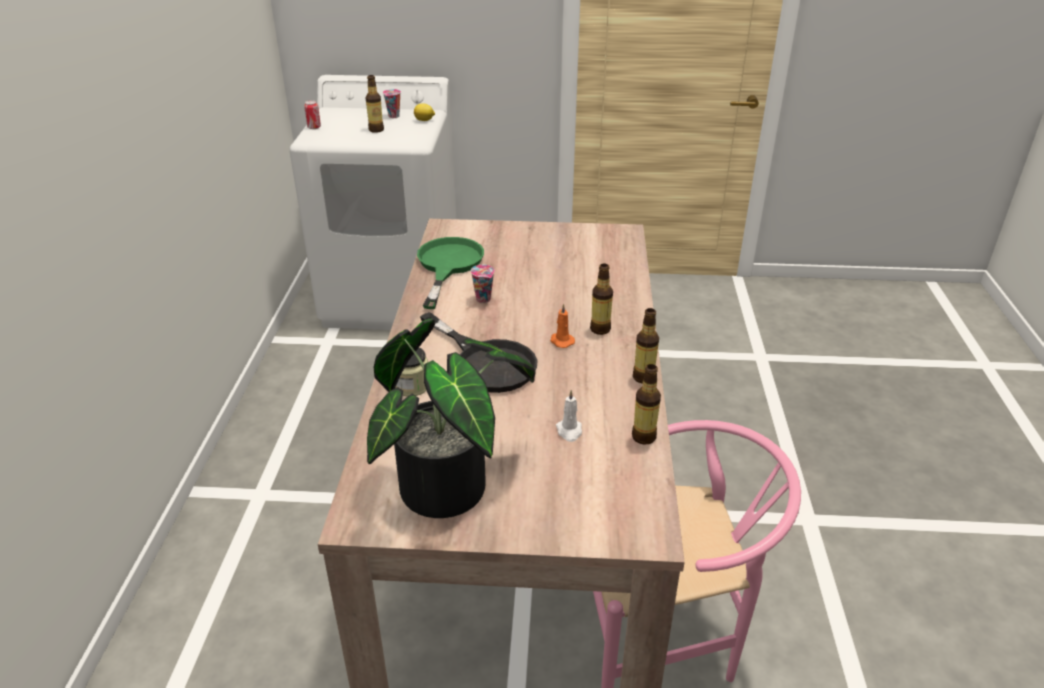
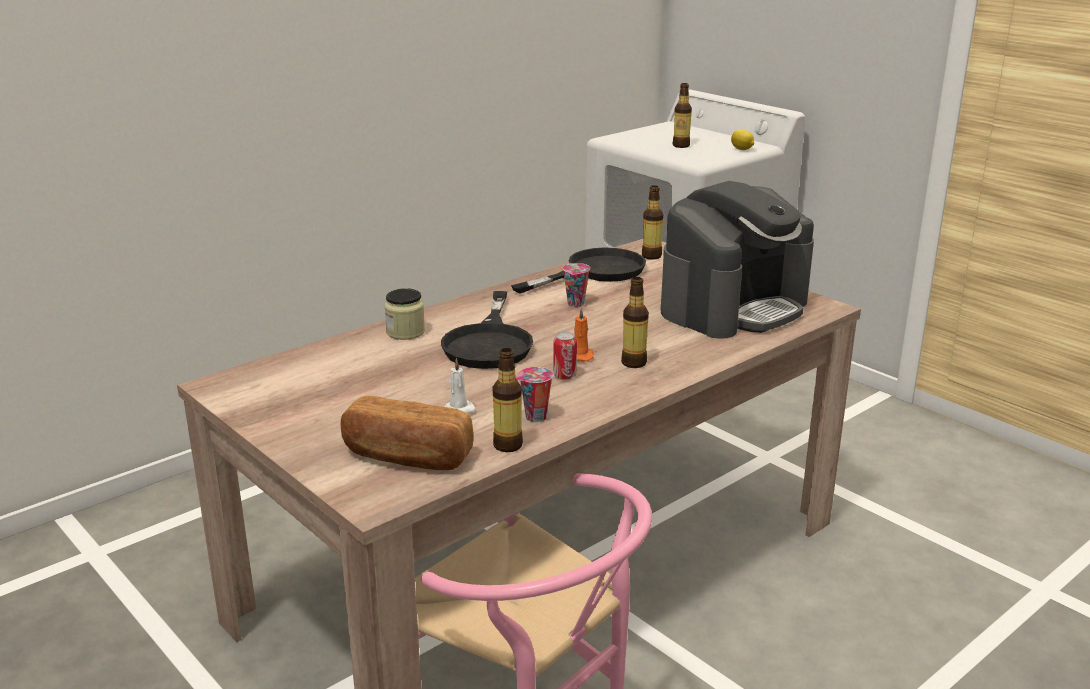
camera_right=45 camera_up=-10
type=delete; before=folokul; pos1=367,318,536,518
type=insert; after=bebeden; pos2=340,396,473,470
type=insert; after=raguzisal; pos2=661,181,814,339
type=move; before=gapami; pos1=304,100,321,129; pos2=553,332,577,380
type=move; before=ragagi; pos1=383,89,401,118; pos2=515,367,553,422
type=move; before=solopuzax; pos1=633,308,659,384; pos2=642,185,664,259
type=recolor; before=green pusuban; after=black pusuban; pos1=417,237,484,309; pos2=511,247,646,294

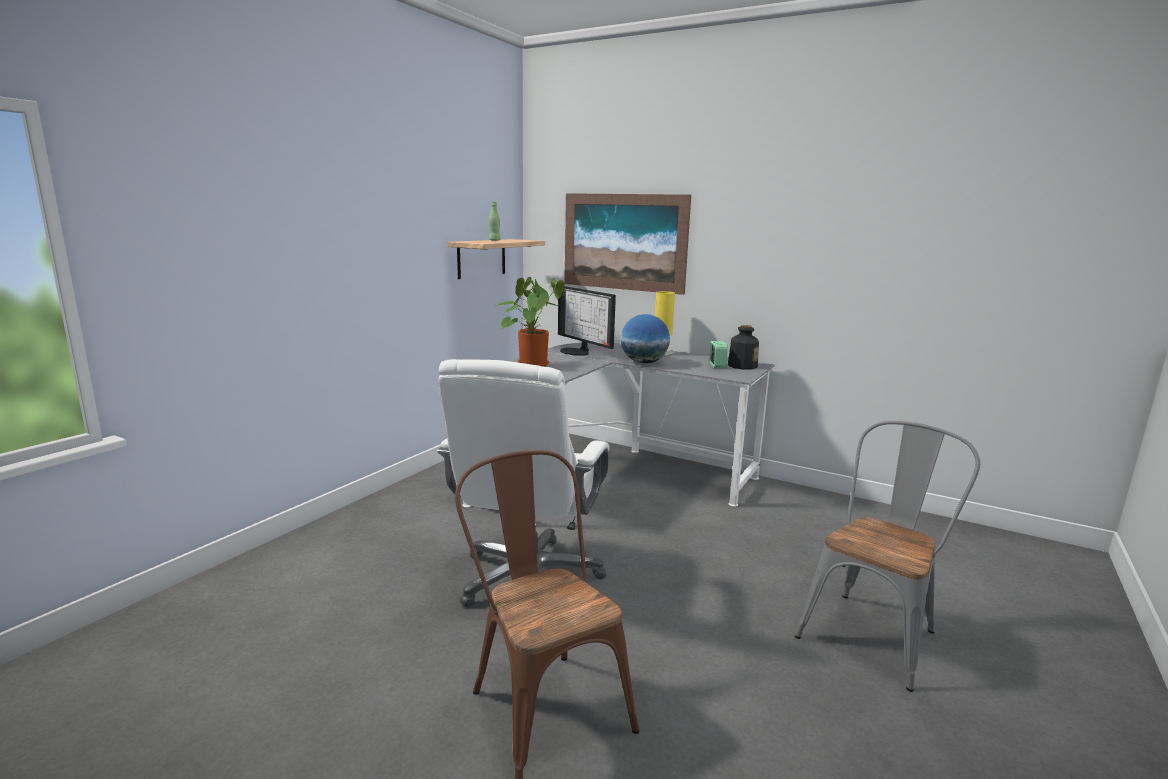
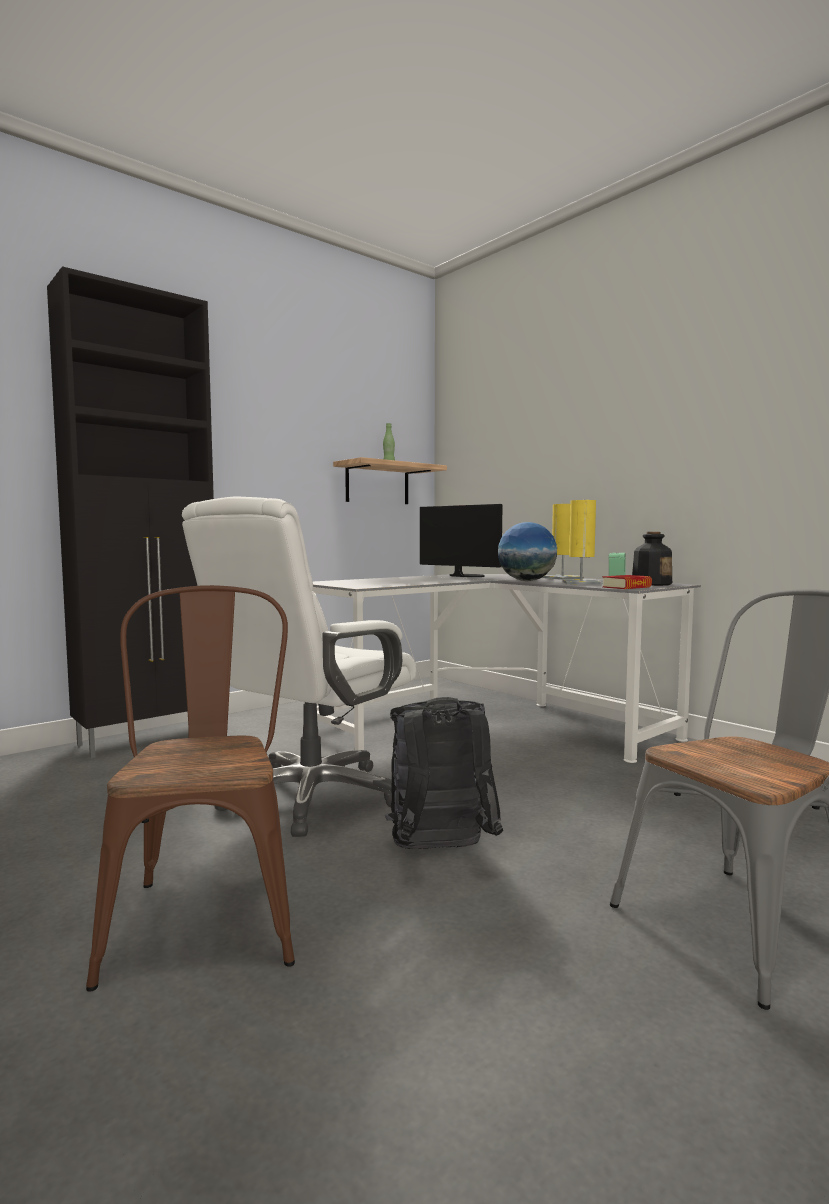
camera_right=20 camera_up=-10
type=delete; before=folokul; pos1=496,277,565,367
type=delete; before=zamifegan; pos1=565,193,691,295
type=insert; after=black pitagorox; pos2=47,266,214,758
type=insert; after=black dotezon; pos2=385,697,503,849
type=insert; after=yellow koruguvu; pos2=562,500,601,585
type=insert; after=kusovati; pos2=602,575,652,589
type=rotate; before=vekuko; pos1=558,286,616,356; pos2=420,504,502,577; turn=150

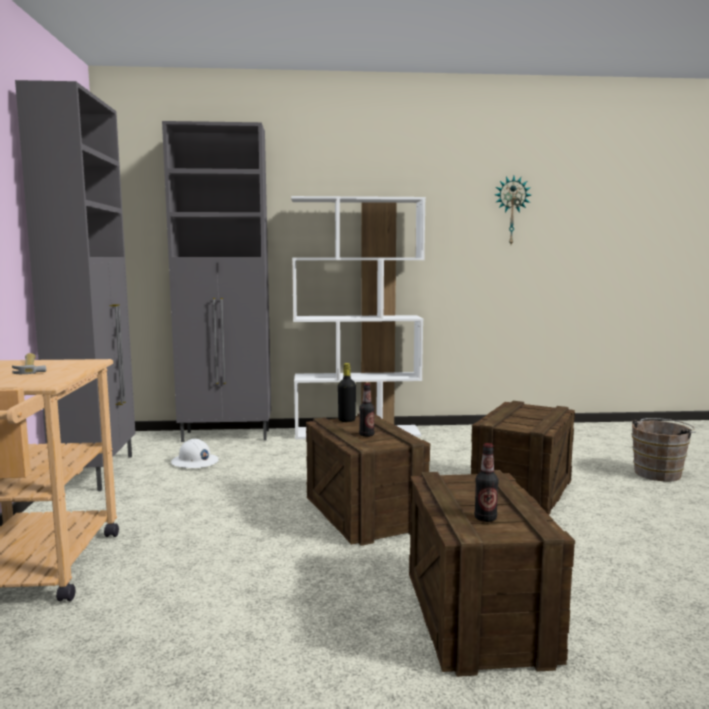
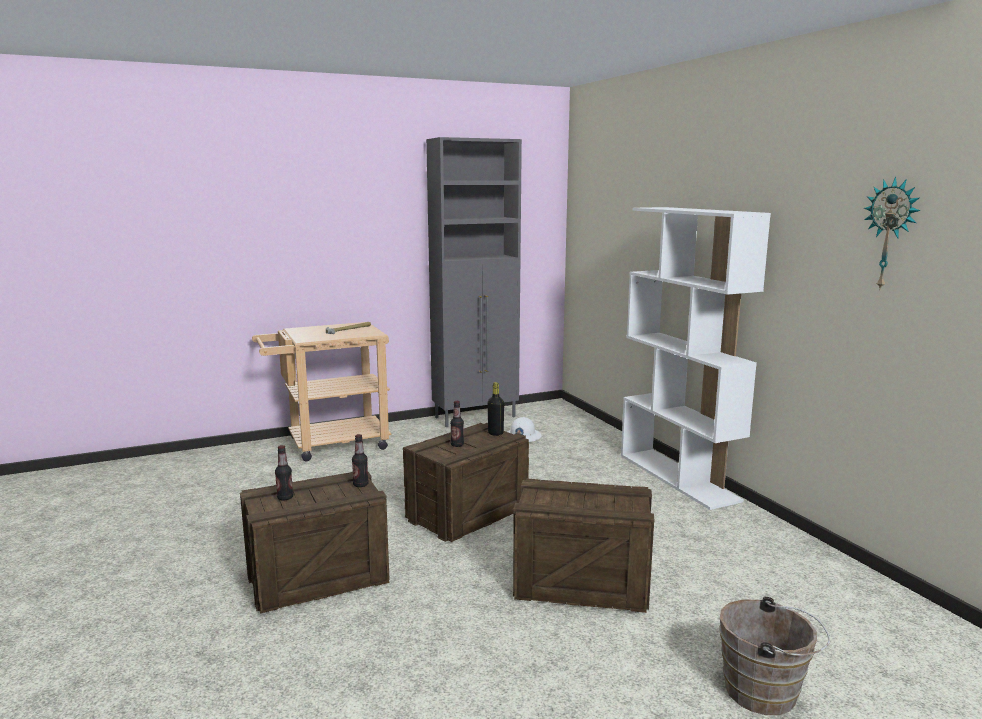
camera_right=70 camera_up=5
type=delete; before=grey pitagorox; pos1=162,121,271,442
type=insert; after=solopuzax; pos2=352,434,369,487

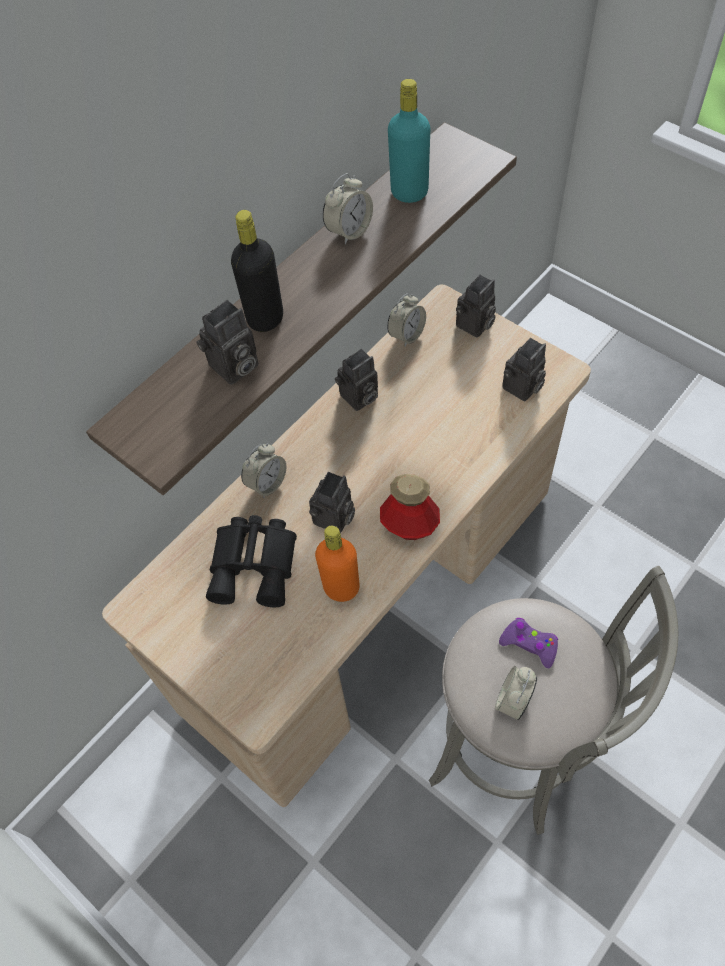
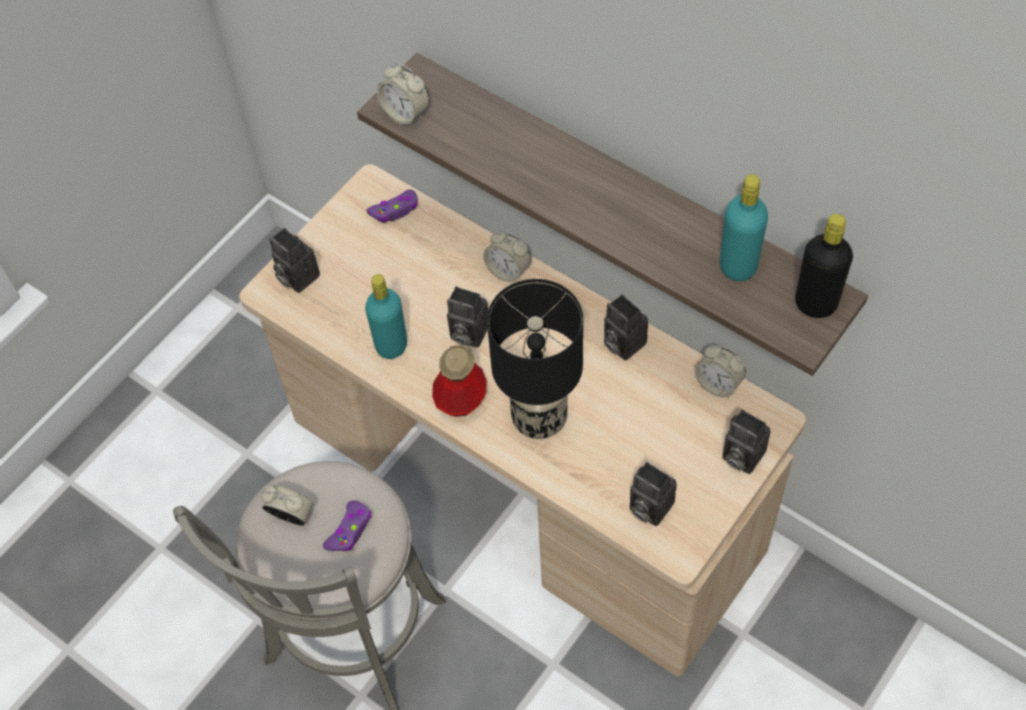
camera_right=85 camera_up=0
type=delete; before=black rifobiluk; pos1=206,515,297,607
type=insert; after=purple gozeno; pos2=366,189,418,223
type=insert; after=black koruguvu; pos2=487,279,583,439
type=move; before=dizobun; pos1=196,300,259,385; pos2=269,228,320,293
type=move; before=black solopuzax; pos1=231,210,283,332; pos2=795,214,853,318
type=move; before=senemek; pos1=323,173,373,245; pos2=377,63,430,127
type=recolor; before=orange solopuzax; after=turquoise solopuzax; pos1=315,526,360,602; pos2=365,274,407,359

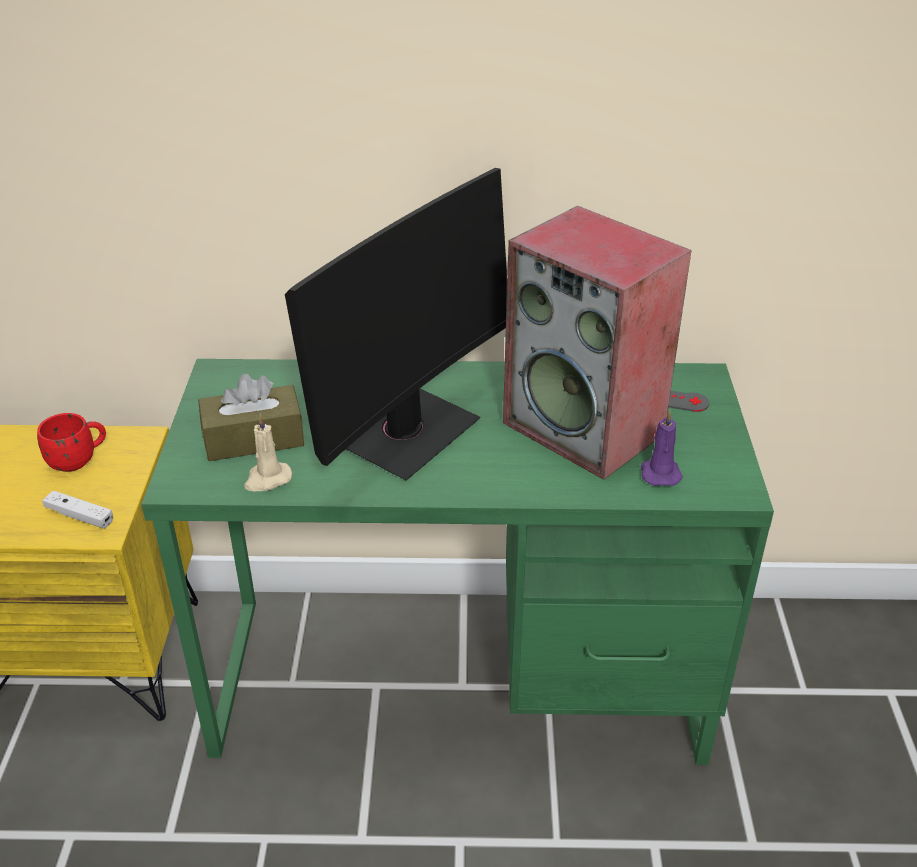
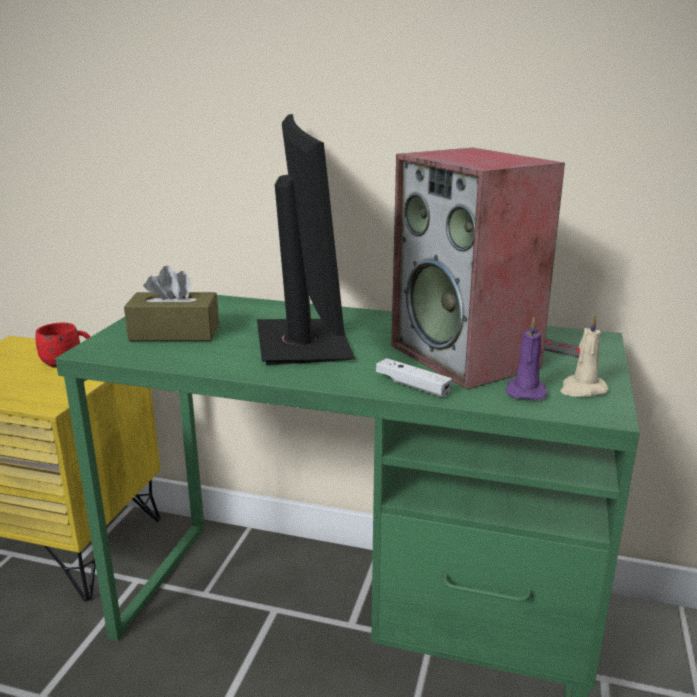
camera_right=15 camera_up=-15
type=move; before=white gozeno; pos1=42,491,113,529; pos2=376,358,452,397
type=move; before=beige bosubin; pos1=244,414,292,491; pos2=560,314,608,397
type=rotate; before=vekuko; pos1=285,168,507,480; pos2=257,114,355,365; turn=-60

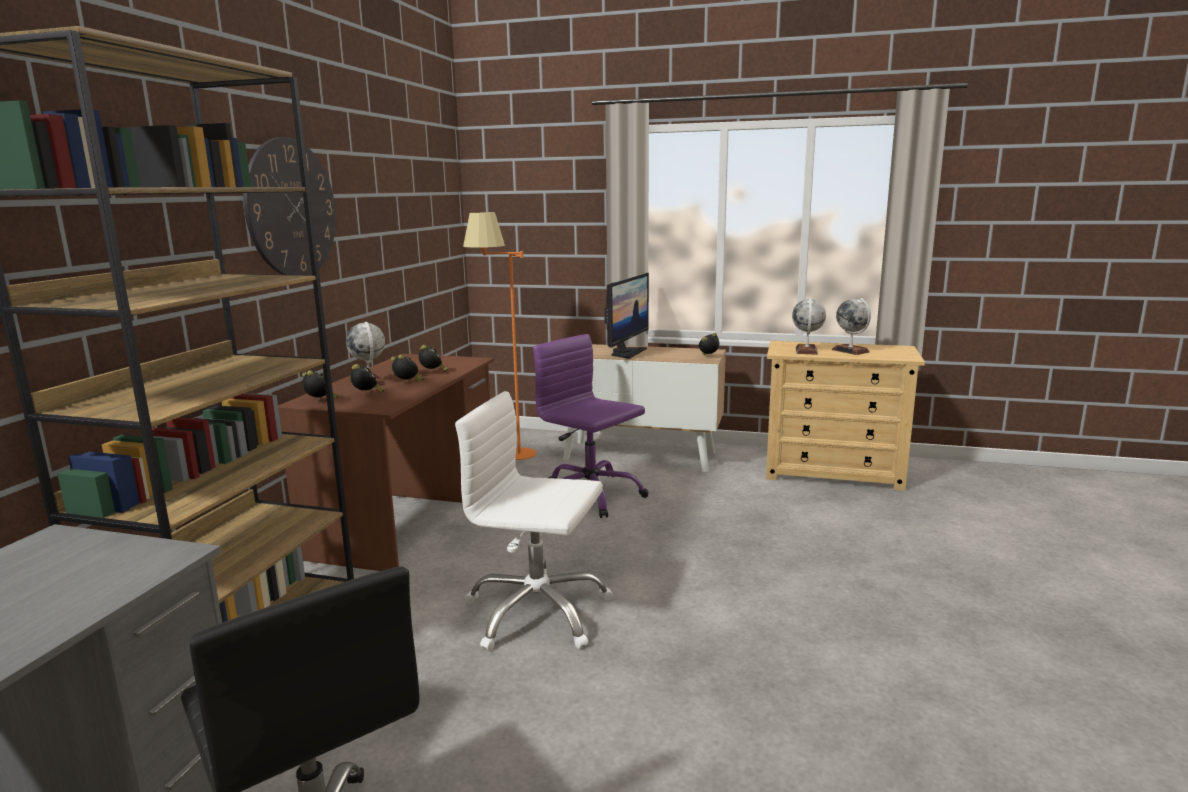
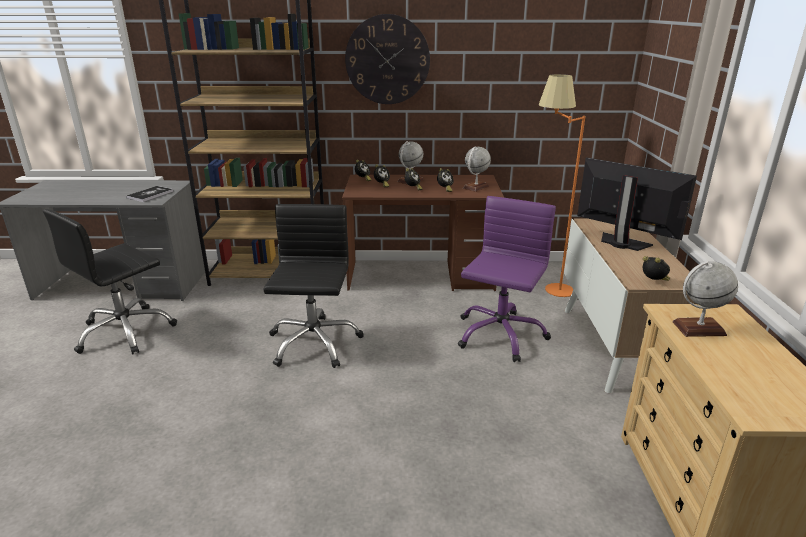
camera_right=75 camera_up=10
type=insert; after=kusovati; pos2=126,186,173,202
type=move; before=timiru; pos1=832,298,871,355; pos2=463,146,491,192
type=recolor; before=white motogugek; after=black motogugek; pos1=455,391,613,651; pos2=263,204,364,368
type=rotate; before=vekuko; pos1=604,273,649,359; pos2=577,157,697,251; turn=-150

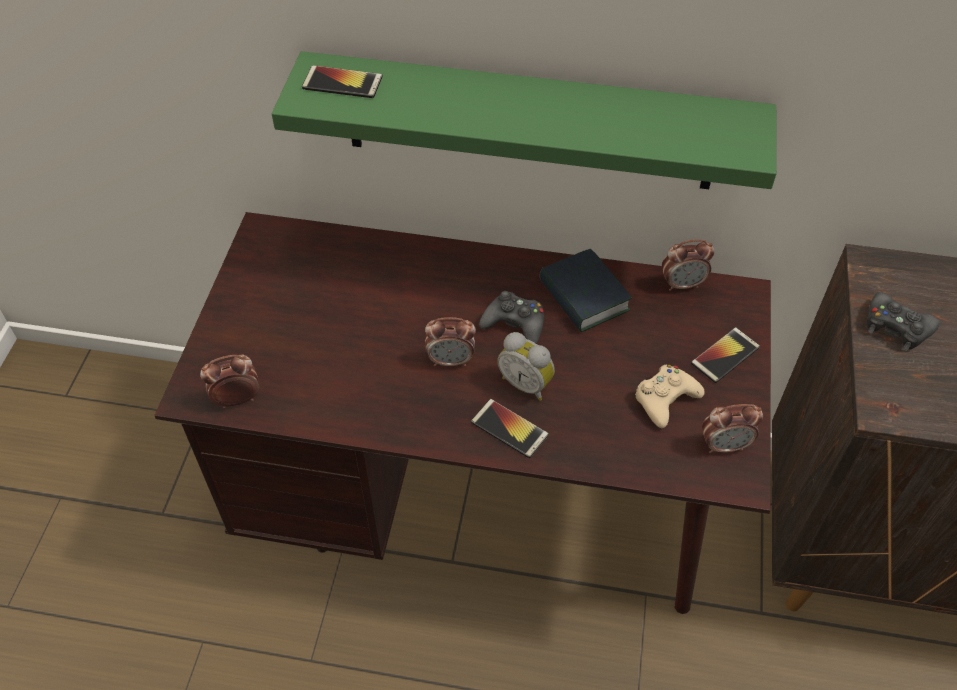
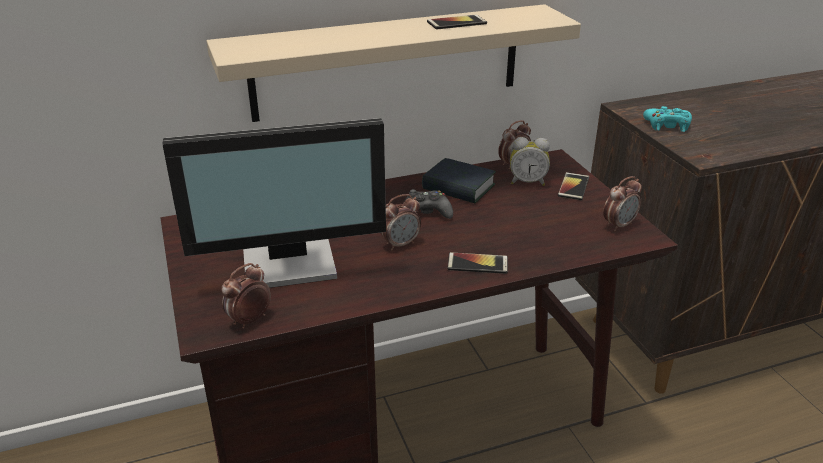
camera_right=-30 camera_up=-20
type=delete; before=beige gozeno; pos1=635,365,705,428
type=insert; after=vekuko; pos2=162,118,386,288
type=move; before=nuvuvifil; pos1=302,65,383,98; pos2=427,14,487,30
type=move; before=senemek; pos1=497,332,555,401; pos2=510,137,550,186
type=recolor; before=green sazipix; after=beige sazipix; pos1=272,51,777,189; pos2=207,4,581,122
type=recolor; before=black gozeno; after=turquoise gozeno; pos1=867,292,940,351; pos2=643,106,692,132

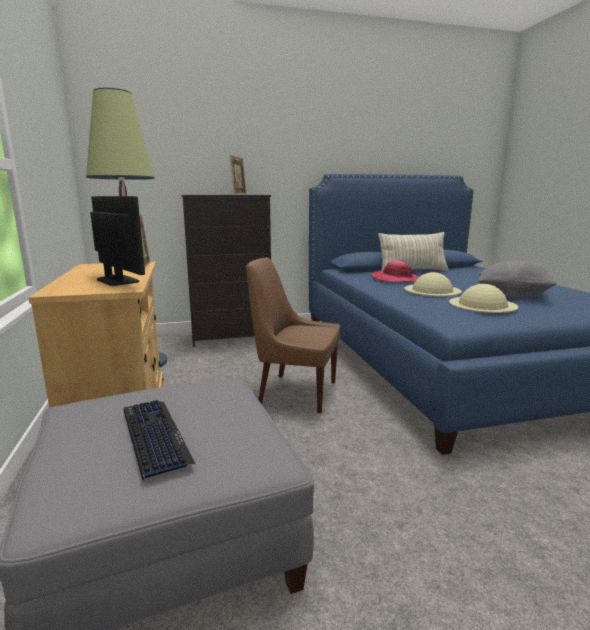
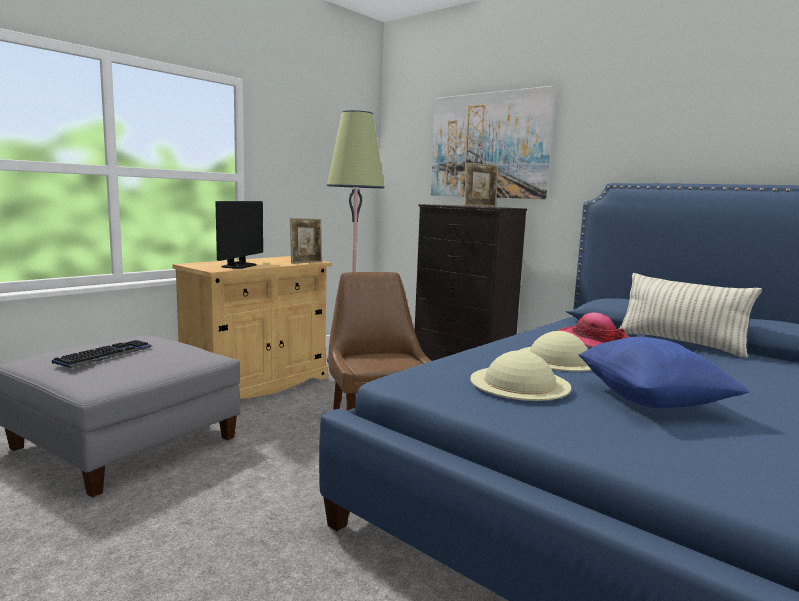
camera_right=55 camera_up=-5
type=insert; after=zamifegan; pos2=431,86,556,199
type=recolor; before=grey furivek; after=blue furivek; pos1=478,261,557,297; pos2=578,337,749,408

